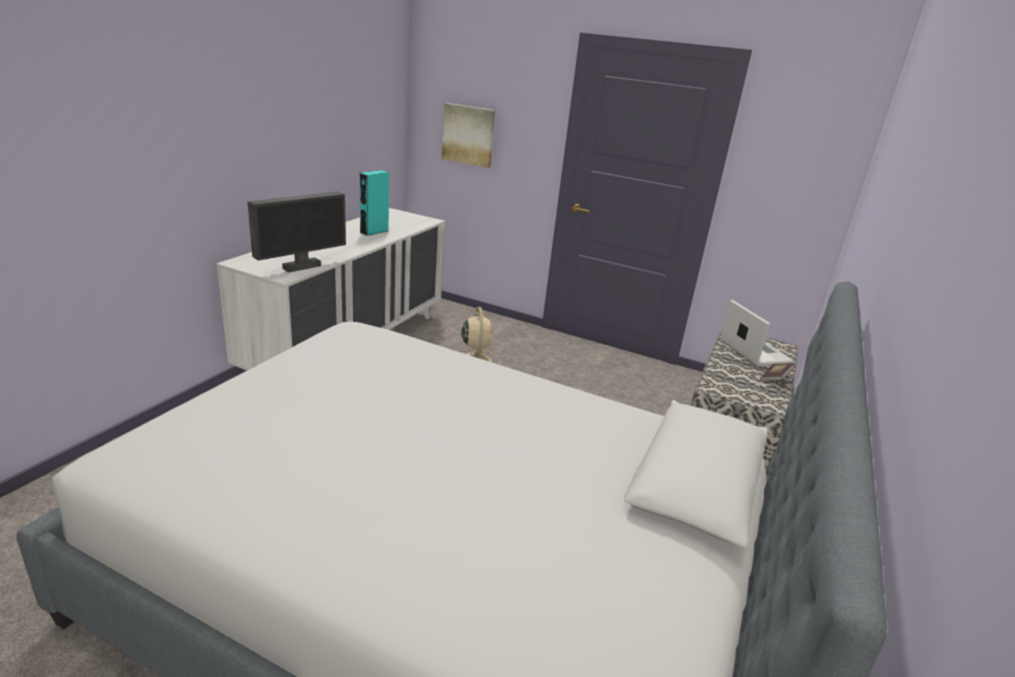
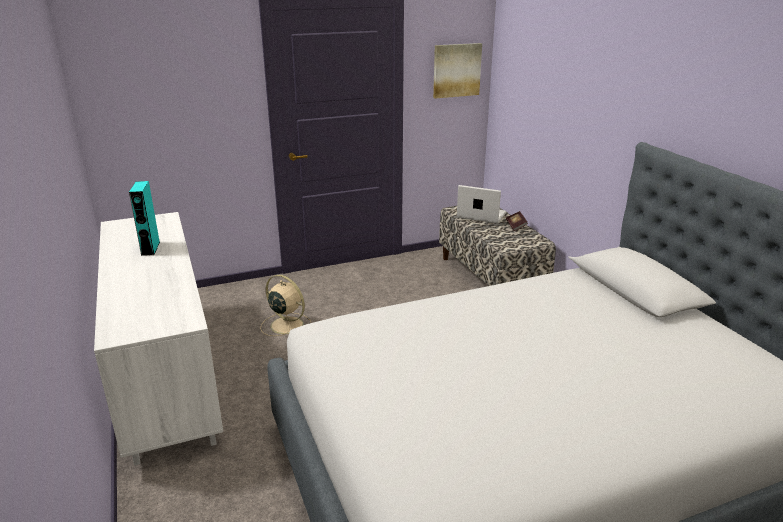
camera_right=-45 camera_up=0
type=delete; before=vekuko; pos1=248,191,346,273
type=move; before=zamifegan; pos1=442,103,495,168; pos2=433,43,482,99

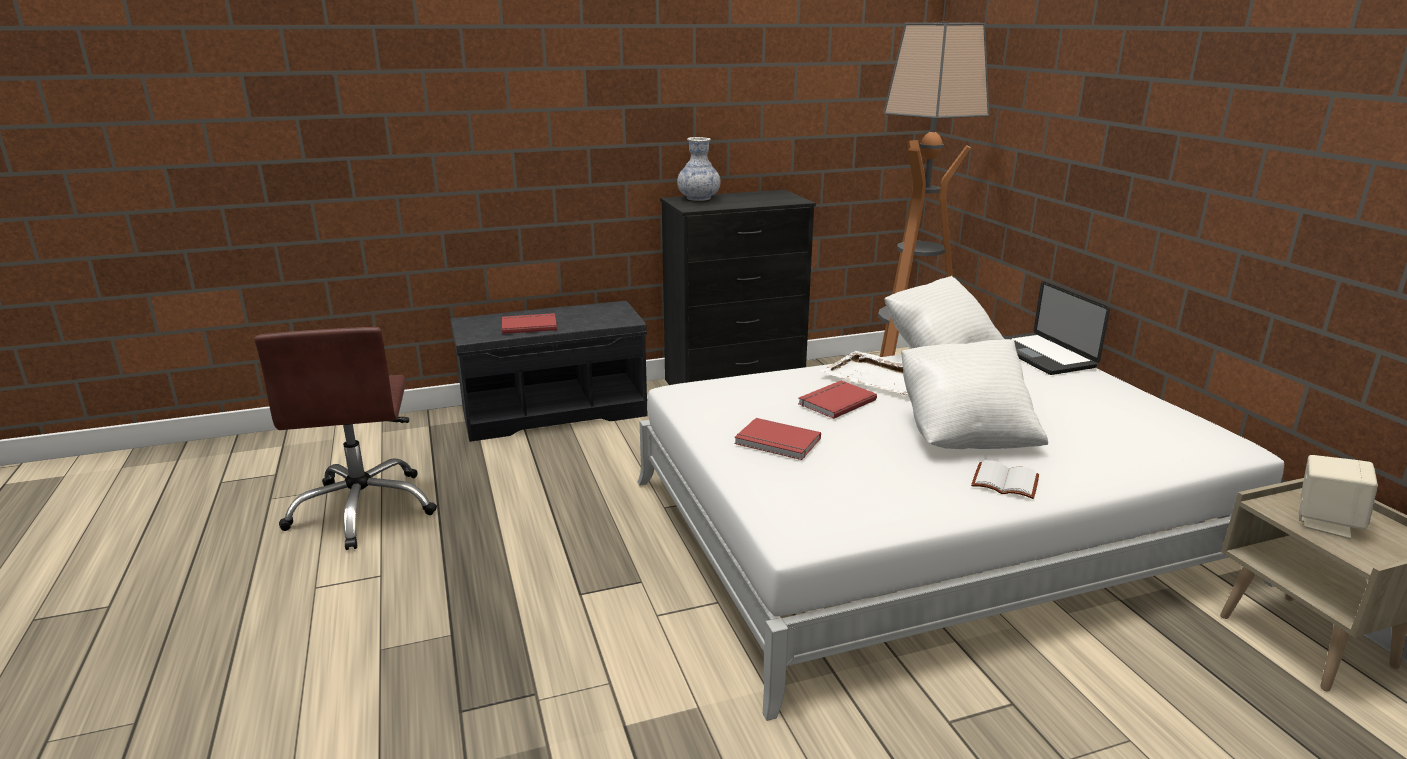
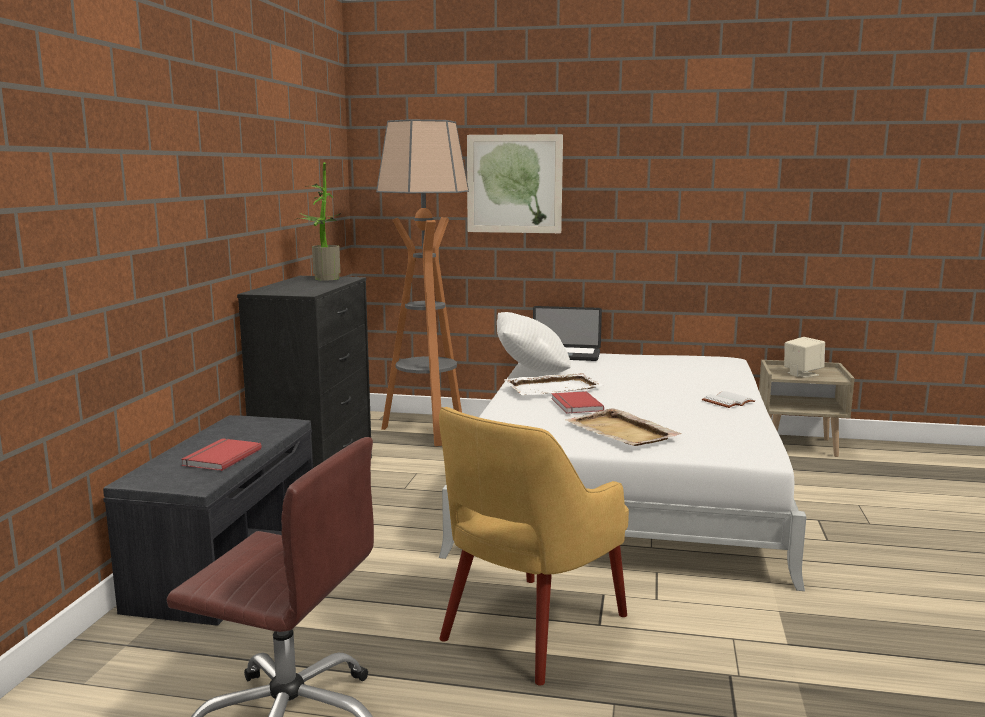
camera_right=-60 camera_up=-10
type=delete; before=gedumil; pos1=677,137,721,201
type=delete; before=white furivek; pos1=901,339,1048,449
type=insert; after=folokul; pos2=298,162,340,280
type=insert; after=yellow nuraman; pos2=439,407,629,685
type=insert; after=zamifegan; pos2=467,134,563,233
type=replace; before=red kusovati; after=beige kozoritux; pos1=734,418,821,460; pos2=565,408,682,446

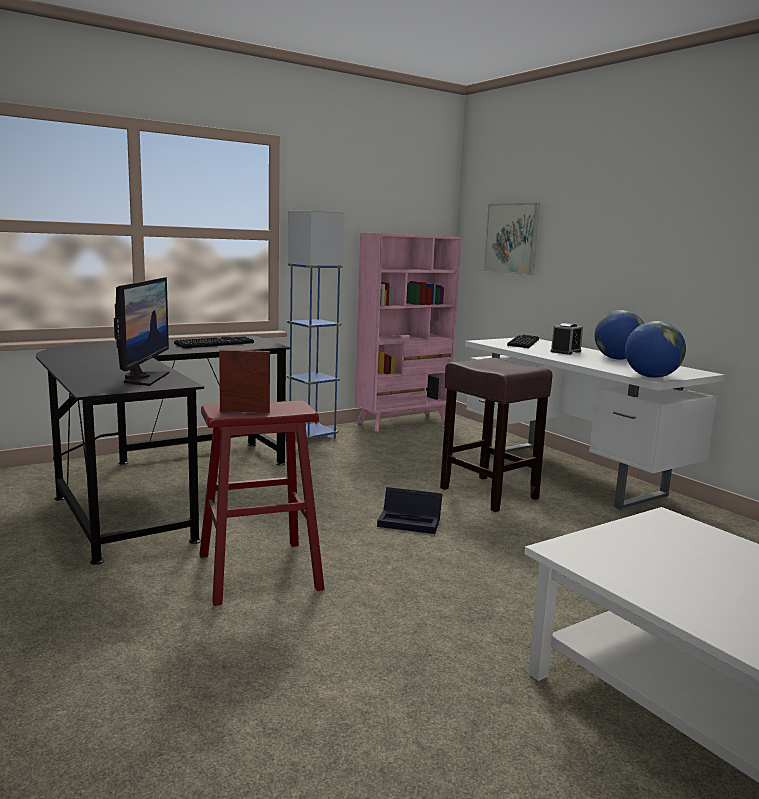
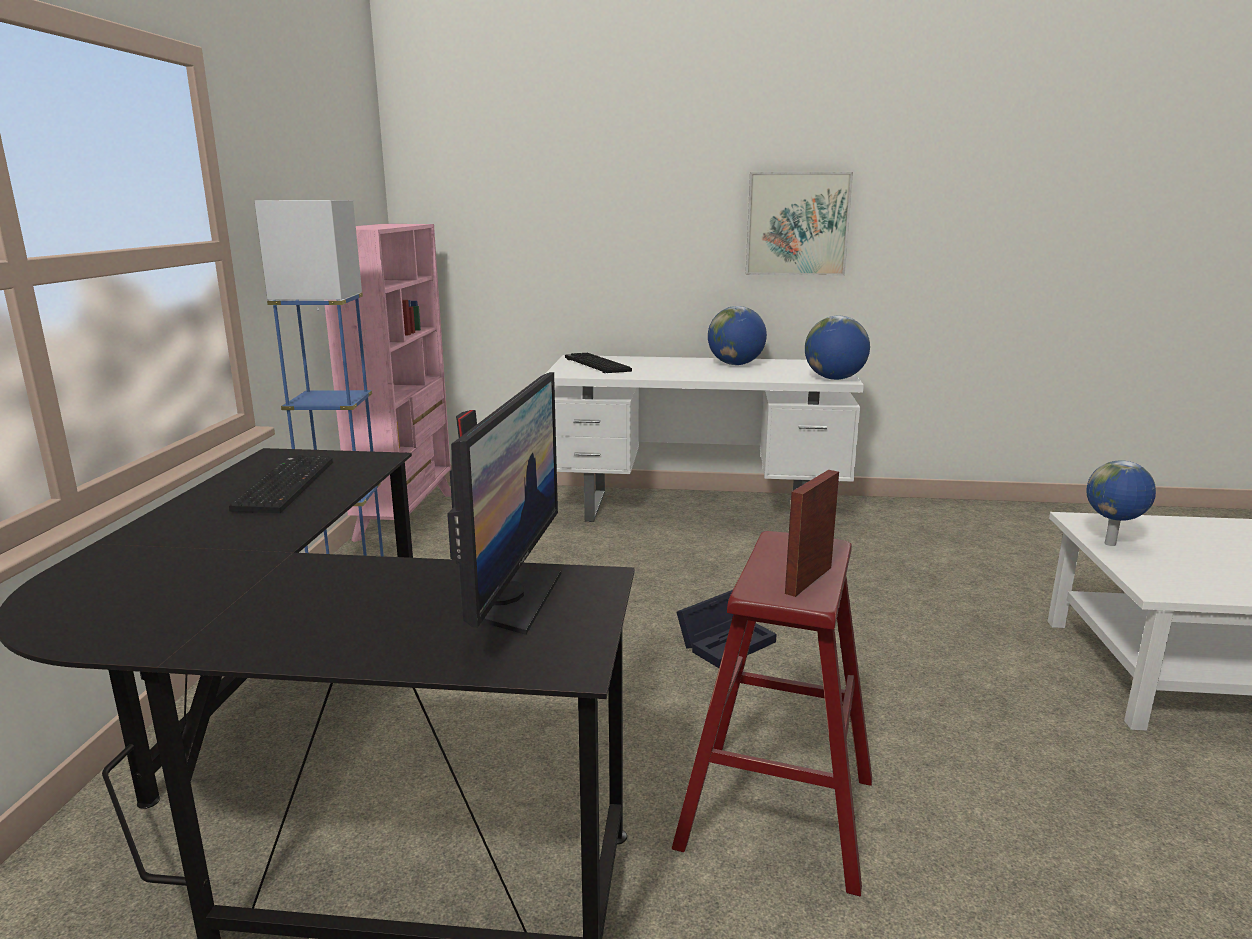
camera_right=-50 camera_up=5
type=delete; before=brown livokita; pos1=440,358,553,512
type=delete; before=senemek; pos1=551,323,583,355
type=insert; after=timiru; pos2=1086,460,1156,546
type=move; before=zamifegan; pos1=484,203,540,275; pos2=746,172,853,276
type=rotate; before=vekuko; pos1=114,277,169,386; pos2=447,372,561,635; turn=60

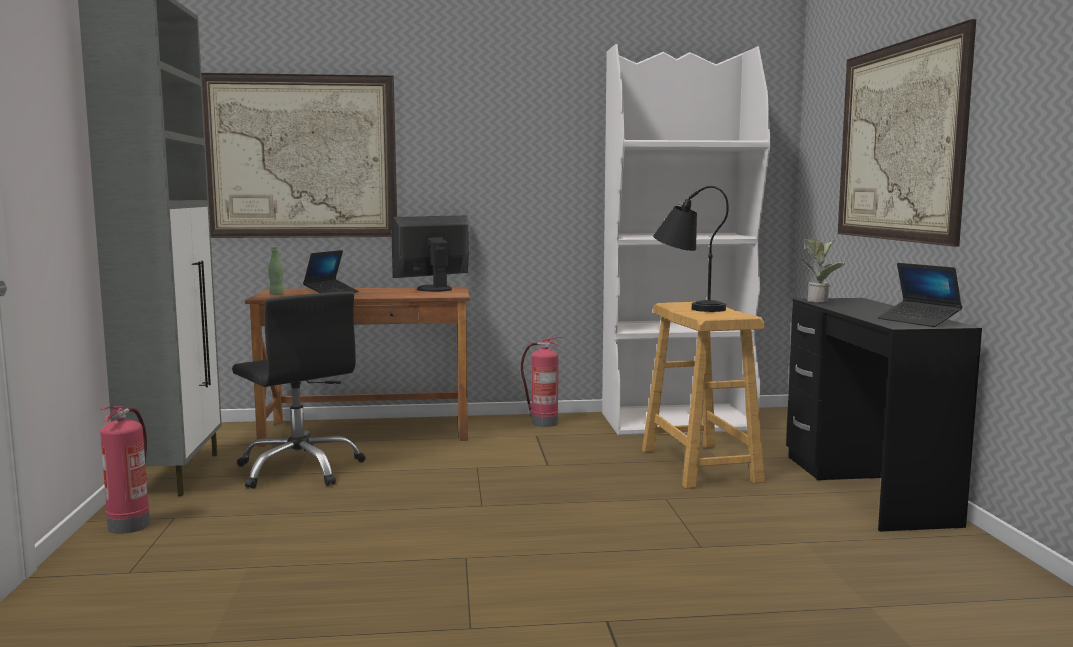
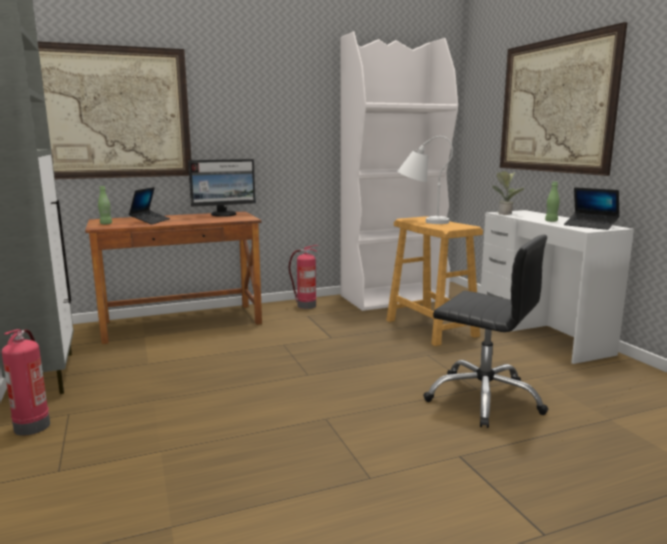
camera_right=-15 camera_up=5
type=insert; after=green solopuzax; pos2=545,182,560,222
type=move; before=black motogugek; pos1=232,291,366,489; pos2=423,235,548,428
type=recolor; before=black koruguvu; after=white koruguvu; pos1=653,186,729,312; pos2=397,136,453,224
type=recolor; before=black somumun; after=white somumun; pos1=786,298,982,532; pos2=480,210,634,364
type=rotate; before=vekuko; pos1=391,215,469,292; pos2=188,159,256,217; turn=-150

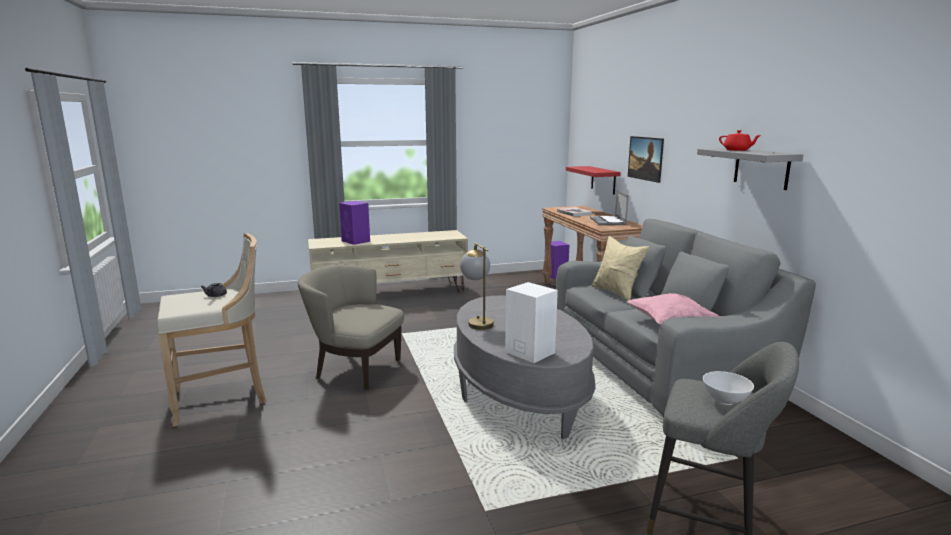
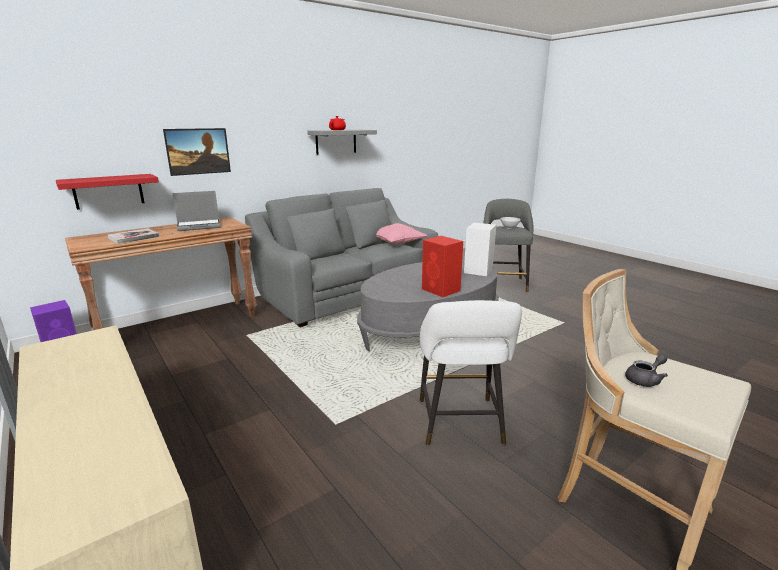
camera_right=-110 camera_up=5
type=delete; before=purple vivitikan; pos1=339,201,370,245
type=delete; before=beige furivek; pos1=592,236,649,301
type=replace; before=beige nuraman; after=white livokita; pos1=298,264,404,389; pos2=420,300,522,446
type=replace; before=koruguvu; after=red vivitikan; pos1=460,242,494,330; pos2=422,236,463,297

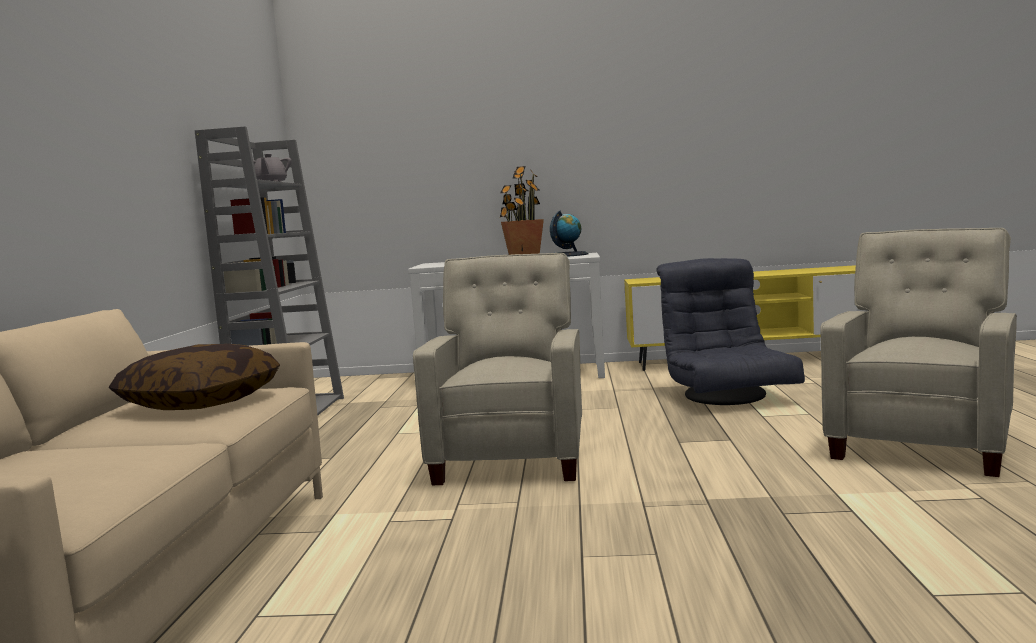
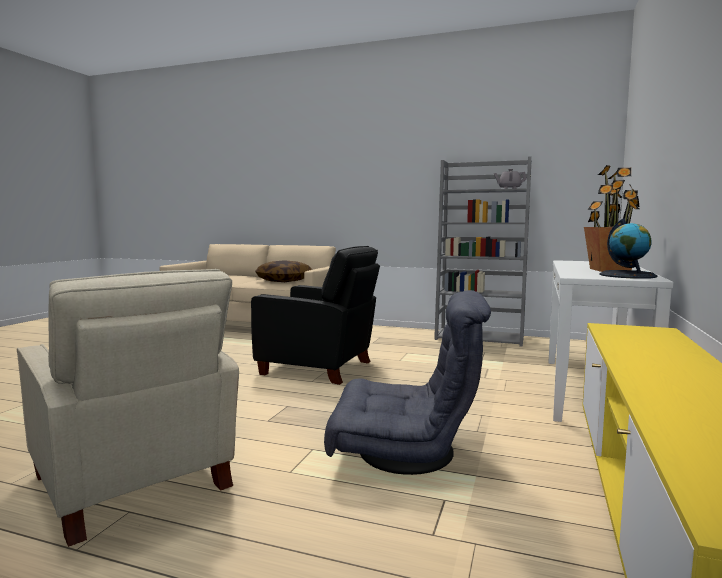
camera_right=105 camera_up=0
type=recolor; before=beige nuraman; after=black nuraman; pos1=413,253,582,485; pos2=251,246,380,385

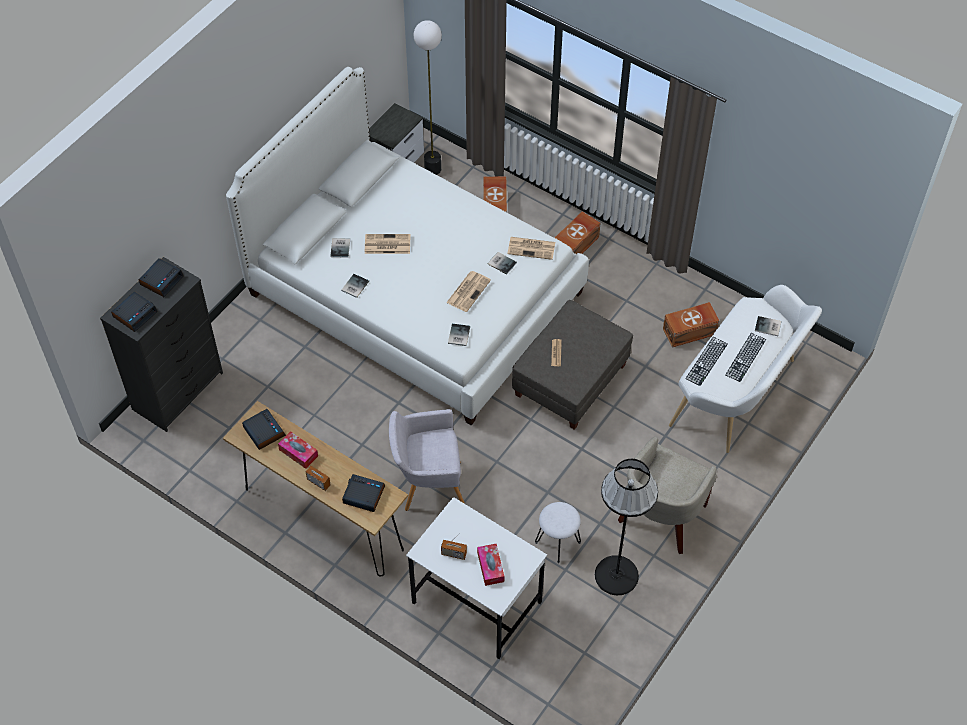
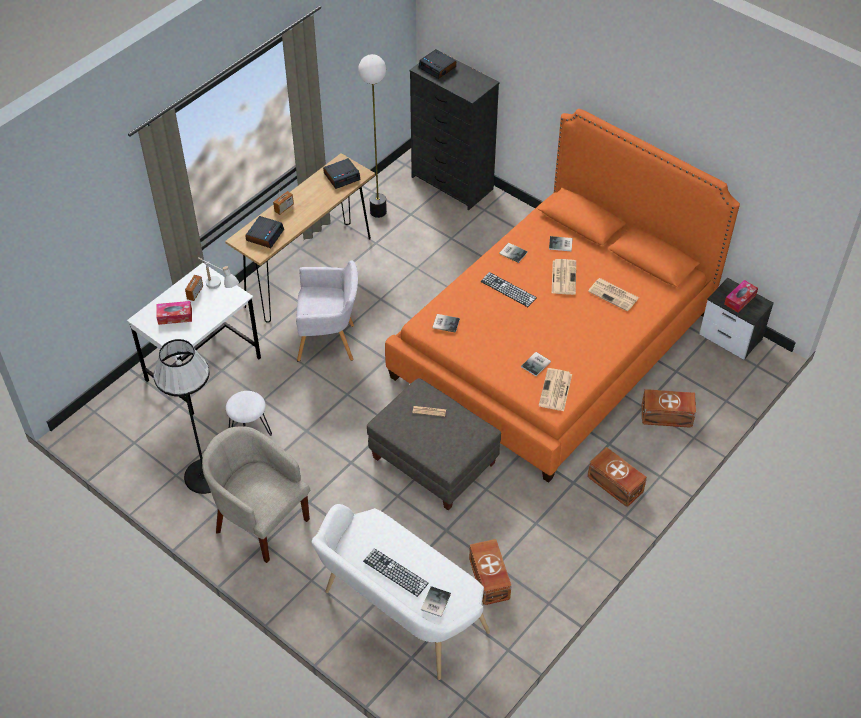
camera_right=95 camera_up=-5
type=delete; before=senemek; pos1=139,258,184,297
type=insert; after=white koruguvu; pos2=198,257,239,289
type=move; before=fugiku; pos1=278,431,318,469; pos2=724,280,758,312
type=move; before=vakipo; pos1=414,20,442,175; pos2=358,54,387,218
type=move; before=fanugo; pos1=446,271,491,312; pos2=588,278,639,311
type=move; before=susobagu; pos1=685,337,728,386; pos2=480,272,537,307
type=recolor; before=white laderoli; after=orange laderoli; pos1=226,67,589,425; pos2=385,109,740,483
type=rotate; before=grey nuraman; pos1=389,409,465,511; pos2=296,261,358,362; turn=90

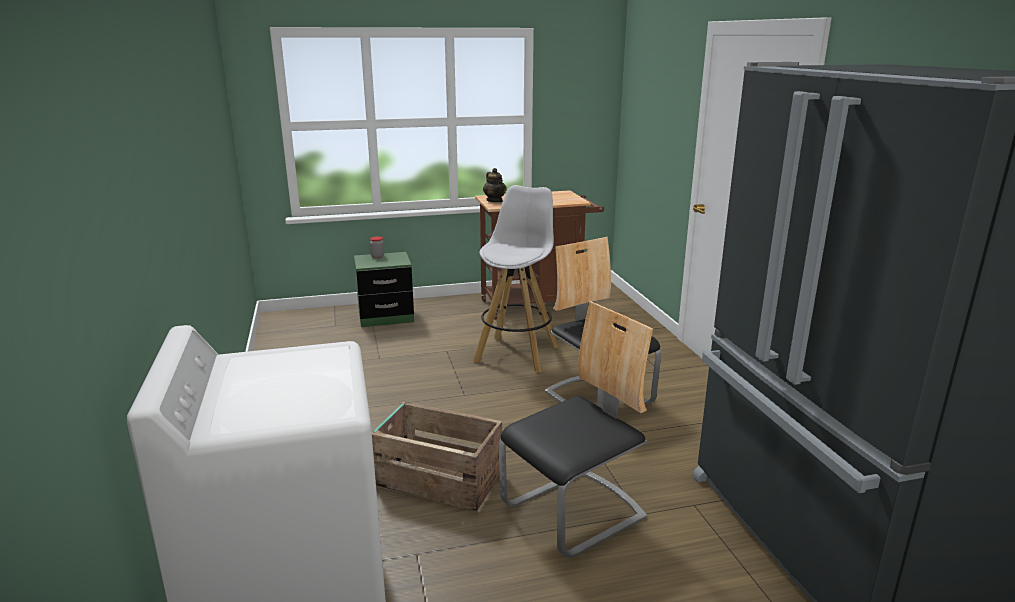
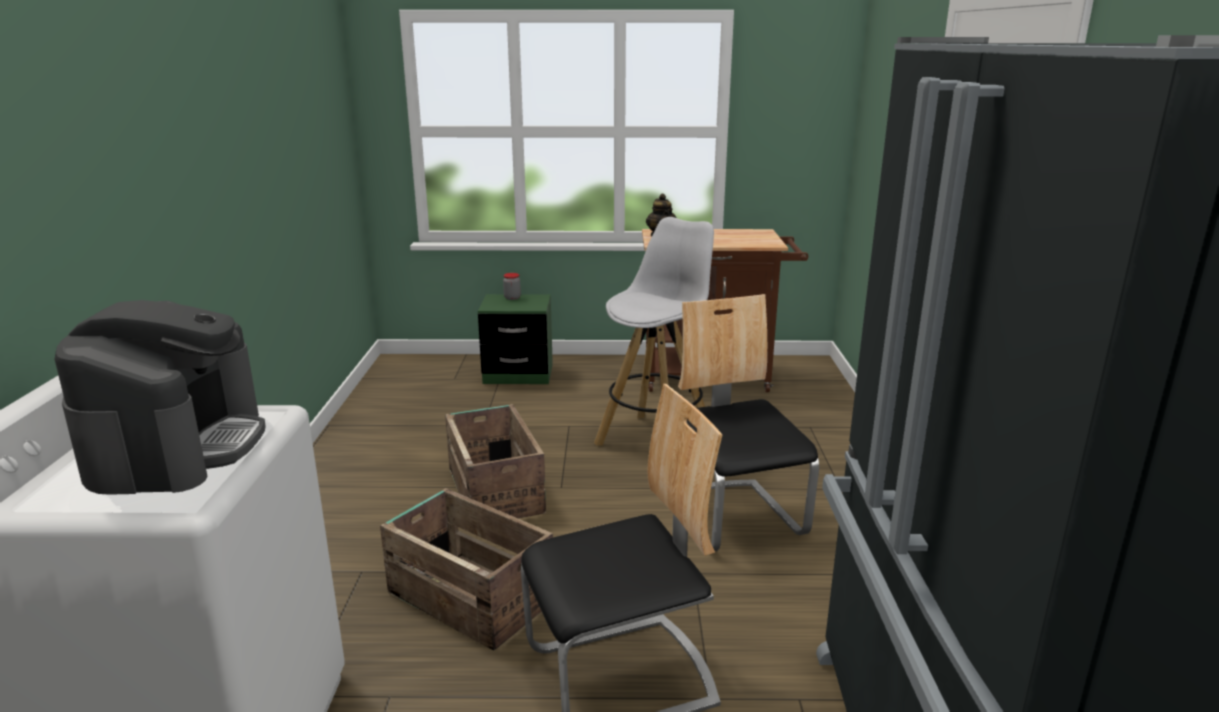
camera_right=15 camera_up=0
type=insert; after=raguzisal; pos2=54,300,266,495
type=insert; after=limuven; pos2=445,404,546,518

